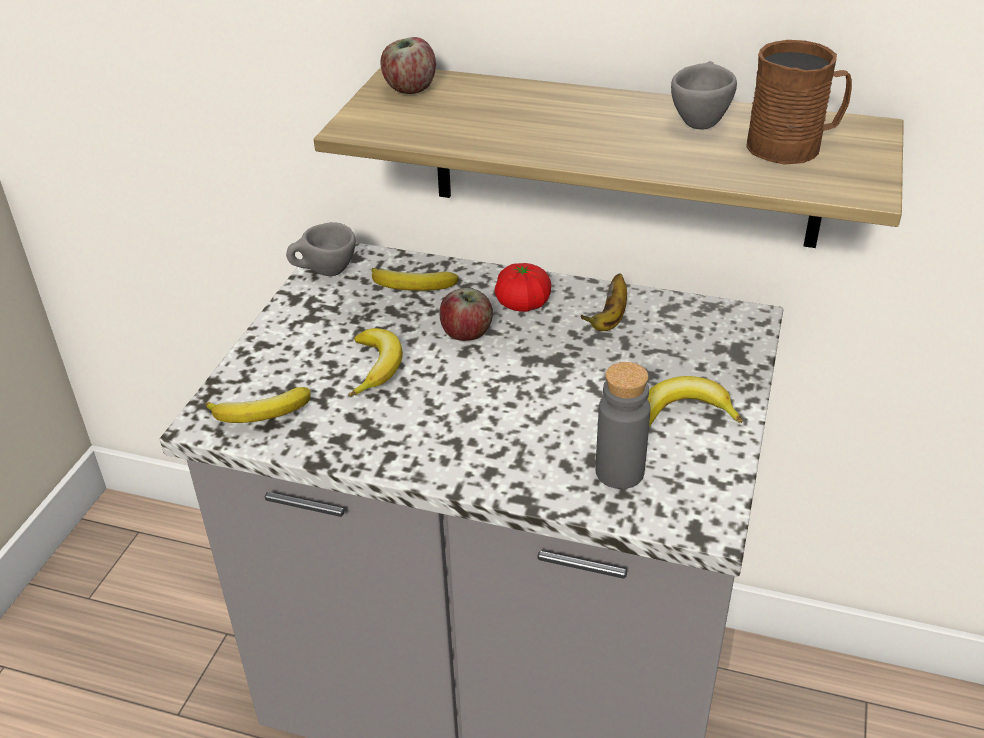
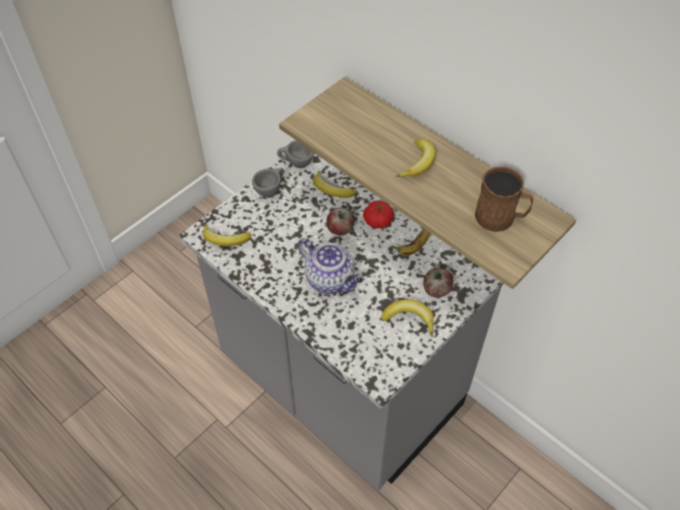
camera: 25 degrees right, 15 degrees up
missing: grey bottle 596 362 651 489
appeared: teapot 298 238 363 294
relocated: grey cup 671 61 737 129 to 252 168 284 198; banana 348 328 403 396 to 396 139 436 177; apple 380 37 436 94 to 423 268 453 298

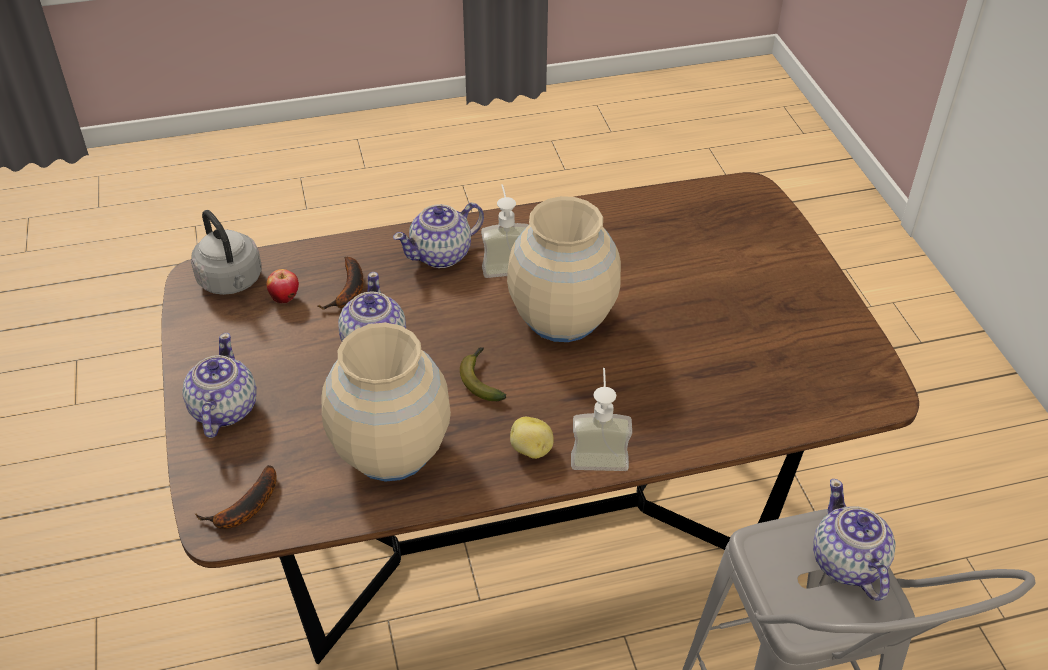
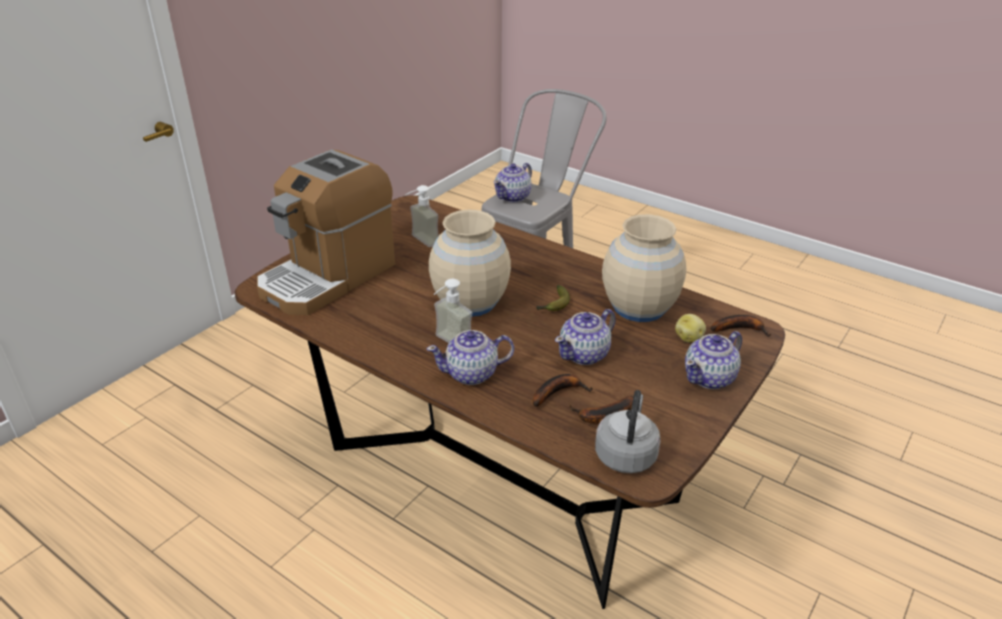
camera: 130 degrees left, 10 degrees down
appeared: coffee machine 257 149 395 315
relocated: soap dispenser 571 368 632 471 to 405 185 439 247; potato 510 417 554 459 to 675 314 706 342
exchanged: apple 267 269 299 304 to banana 570 395 633 423
spun: teapot 393 203 484 268 = 427 330 514 385 150 degrees clockwise

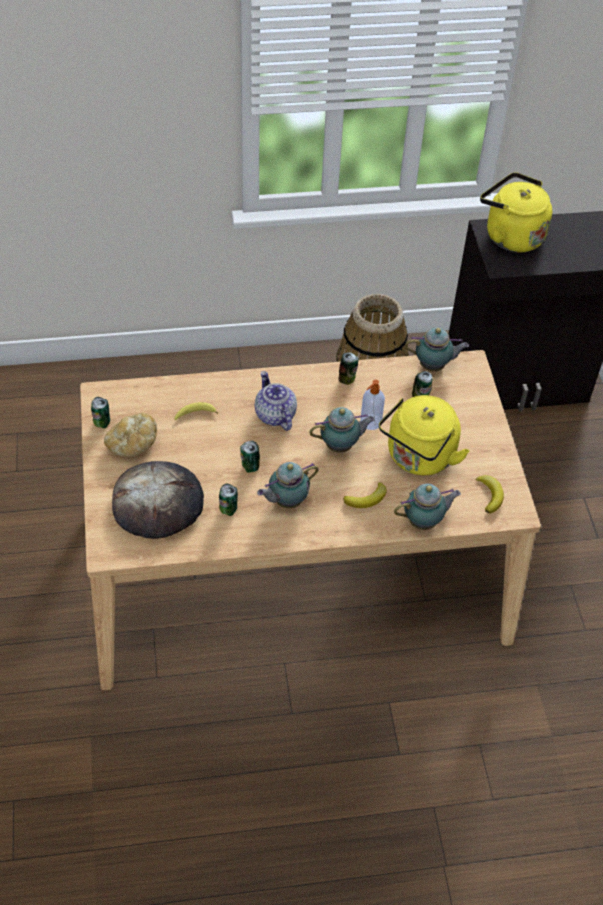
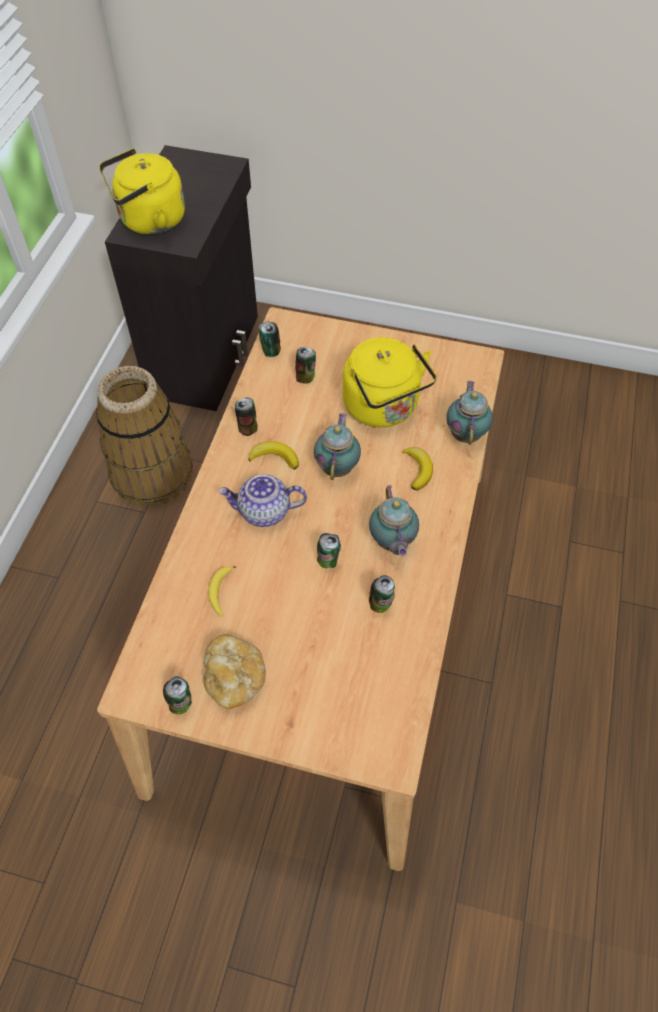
camera: 65 degrees left, 5 degrees up
missing: bread 112 461 204 539; soap dispenser 360 379 385 430
relocated: banana 475 475 504 514 to 248 441 299 470
exchanged: teapot 405 327 469 371 to can 258 321 281 357

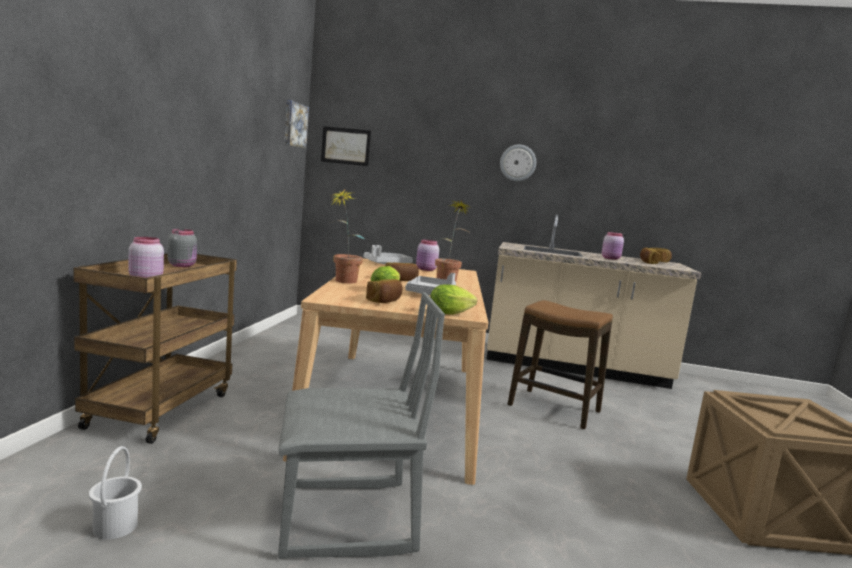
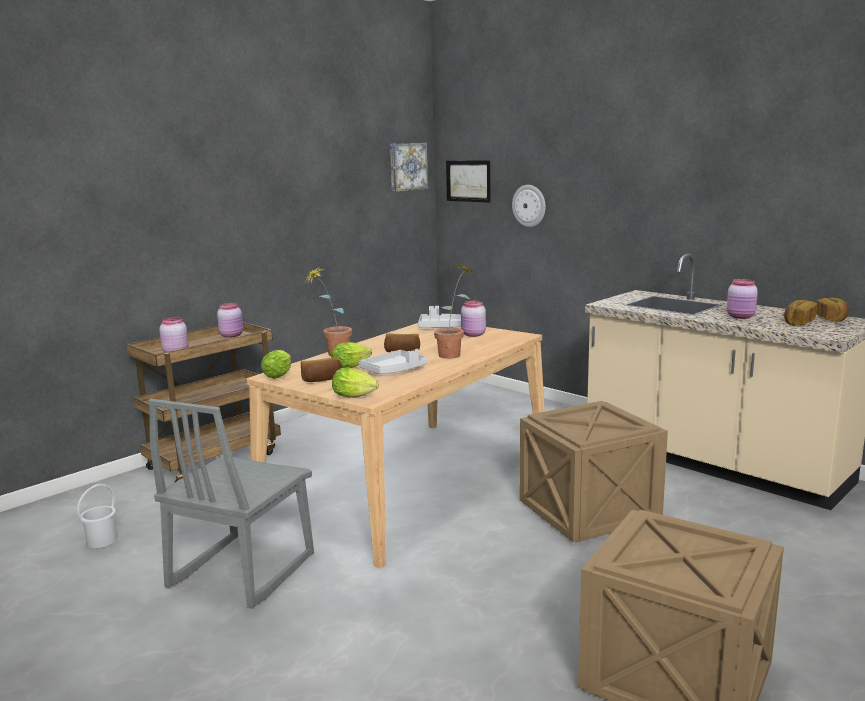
camera: 35 degrees right, 5 degrees up
appeared: lettuce 261 350 291 379
relocated: wall clock 500 145 536 181 to 512 185 546 227
exchanged: stool 508 300 613 429 to crate 520 401 668 542
colour: grey jar 168 229 197 267 to pink jar 217 303 243 338
spun: grey chair 278 292 445 559 = 148 399 314 608 90 degrees clockwise

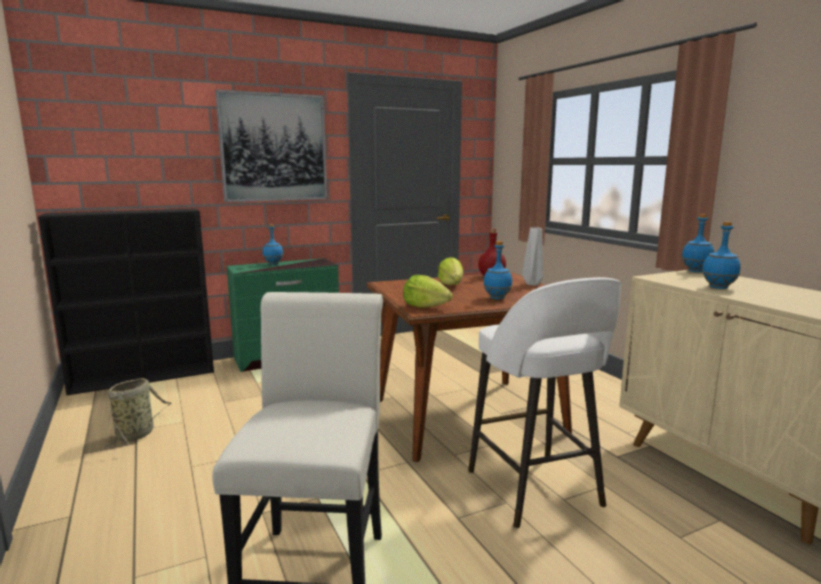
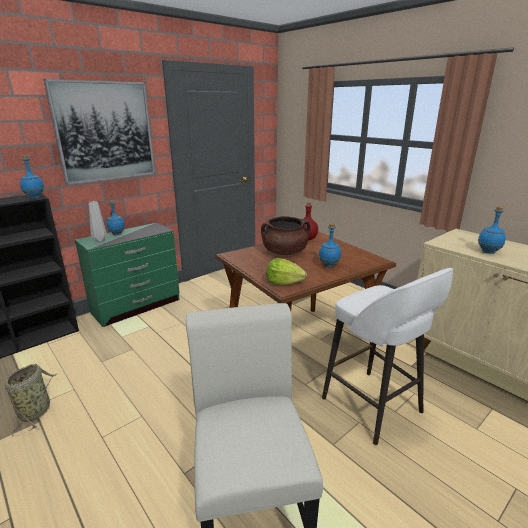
camera: 15 degrees left, 10 degrees up
relocated: blue bottle 682 214 714 272 to 20 156 45 199; grey vase 522 227 543 286 to 89 201 107 242
exchanged: lettuce 438 257 463 285 to brown cooking pot 261 216 311 255

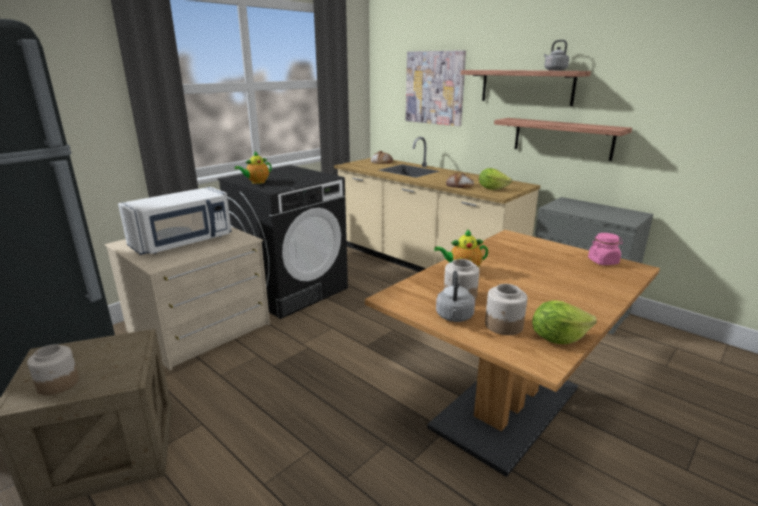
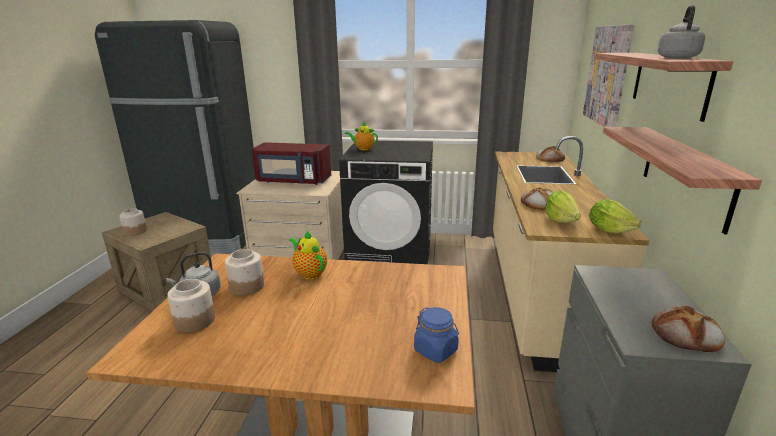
camera: 55 degrees right, 0 degrees up
appeared: bread 651 306 725 352
relocated: lettuce 532 300 597 344 to 589 199 642 233
colour: white microwave 118 187 232 255 to red microwave 252 142 331 185; pink jar 588 233 623 265 to blue jar 414 307 459 363

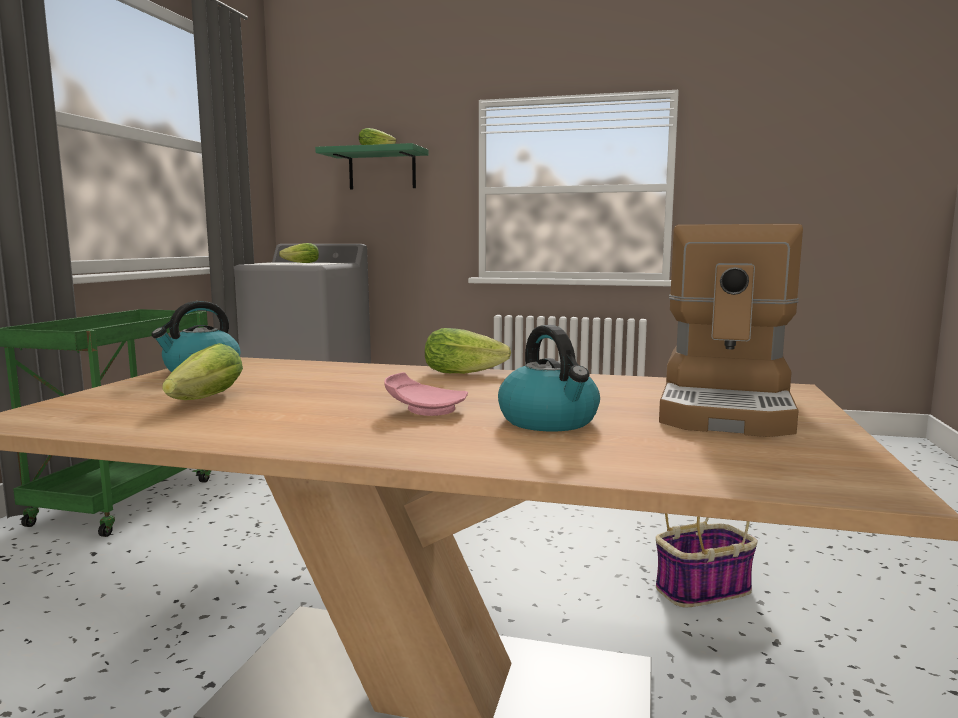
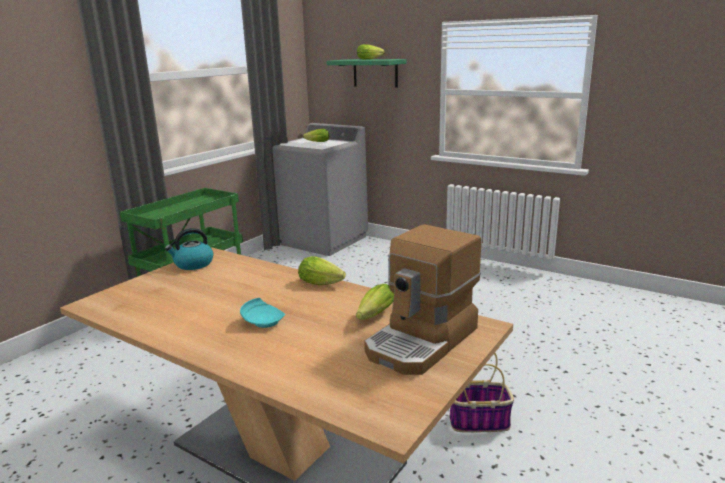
camera: 20 degrees right, 10 degrees up
missing: kettle 498 325 600 431
relocated: lettuce 162 343 243 400 to 356 284 394 320
colour: pink plate 384 372 468 416 to turquoise plate 240 298 285 328

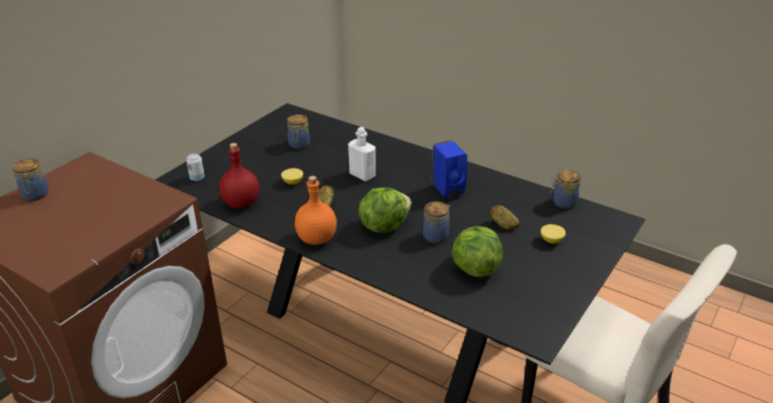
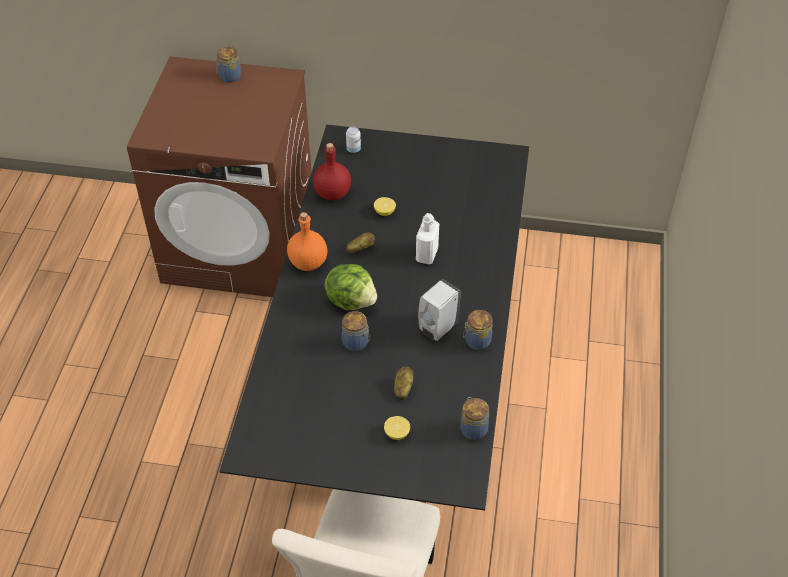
camera: 65 degrees right, 15 degrees up
missing: lettuce 452 226 503 277
relocated: jar 287 114 310 149 to 463 310 493 350
colour: blue soap dispenser 432 140 467 200 to white soap dispenser 418 279 461 341

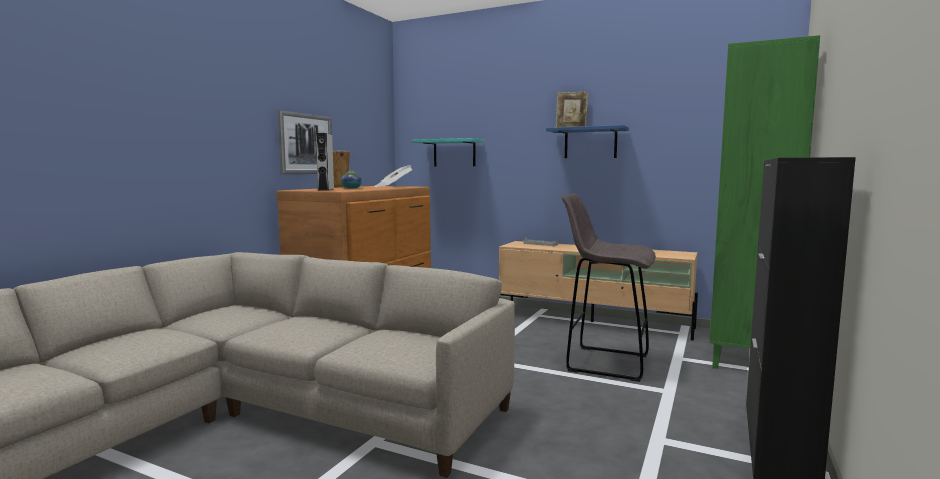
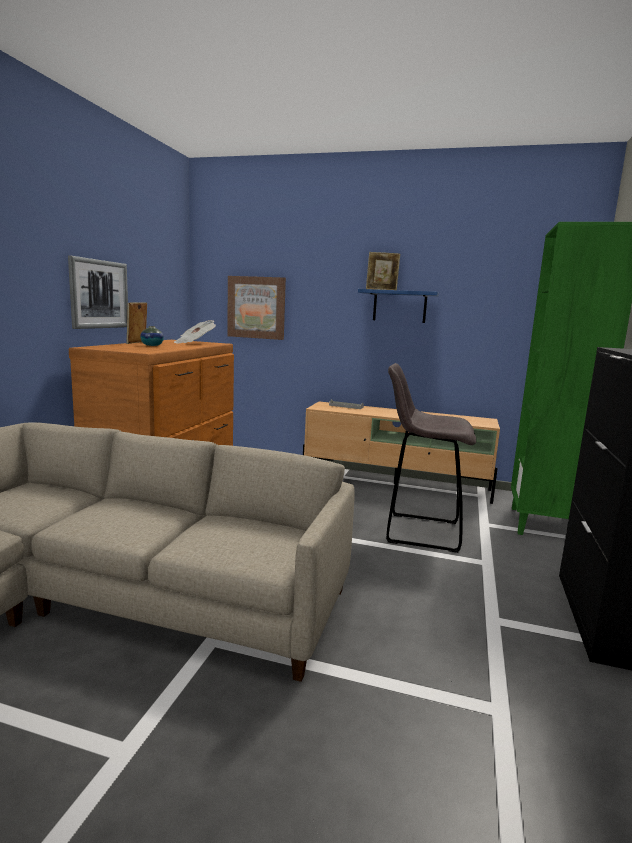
camera: 10 degrees left, 5 degrees up
missing: grey speaker 316 133 334 190
exchanged: turquoise shelf 412 138 484 166 to picture 227 276 286 340

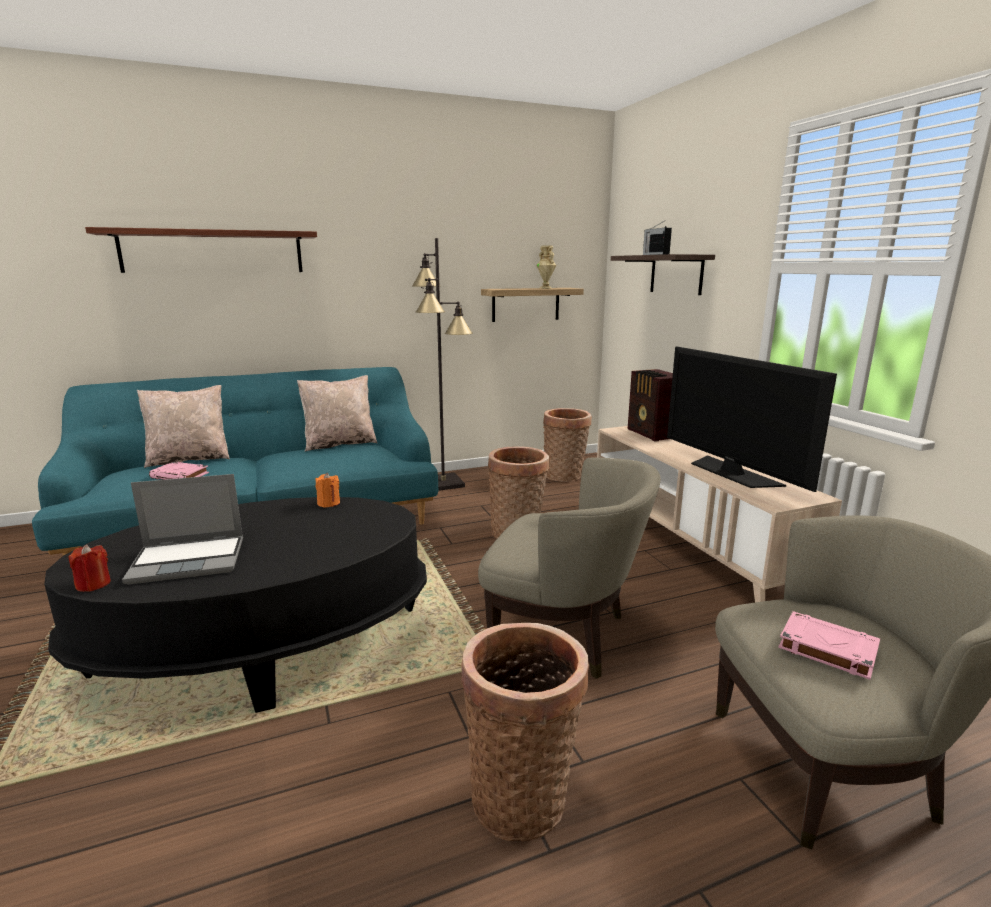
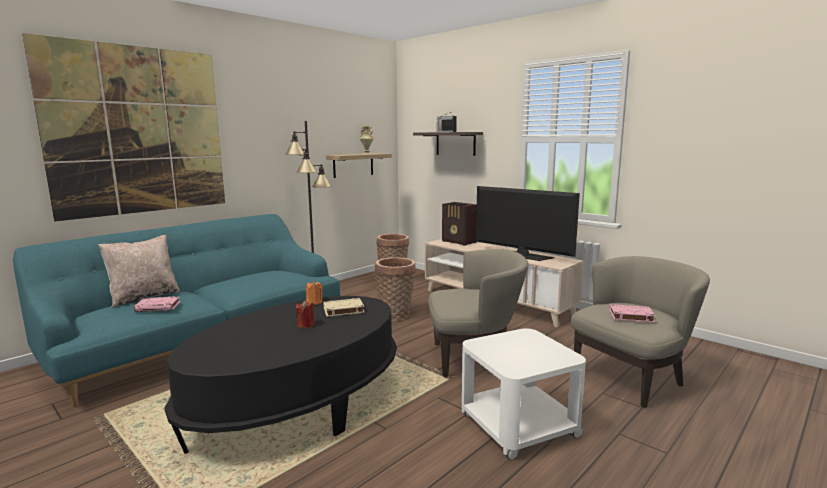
camera: 25 degrees left, 5 degrees down
missing: laptop 122 474 243 585; beige pillow 297 375 377 451
appeared: beige book 323 298 365 317
relocated: red candle 68 545 111 592 to 296 300 315 328
exchanged: shelf 85 227 317 273 to picture 22 33 225 221; basket 461 623 589 842 to white side table 462 328 586 460

